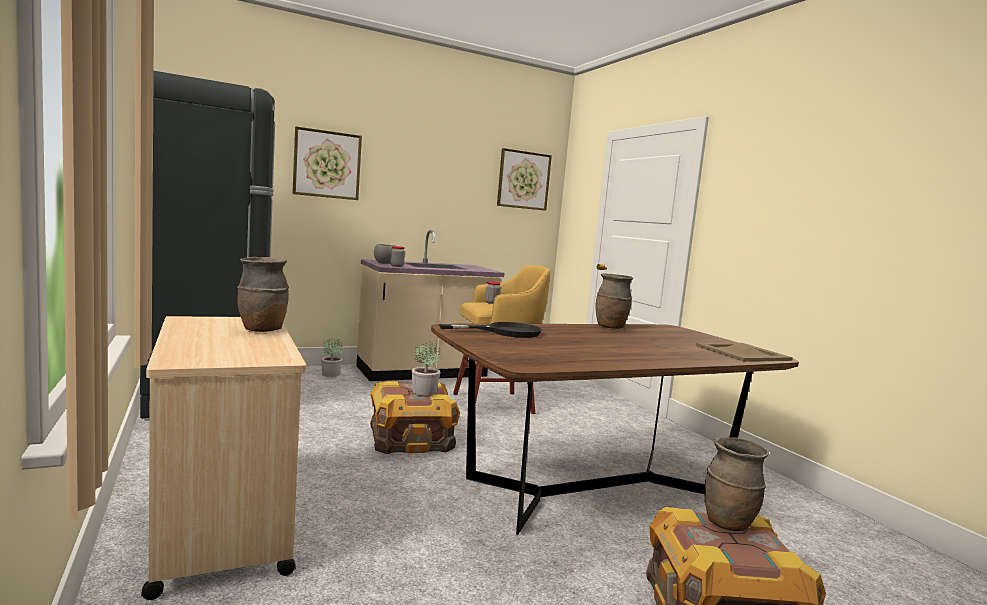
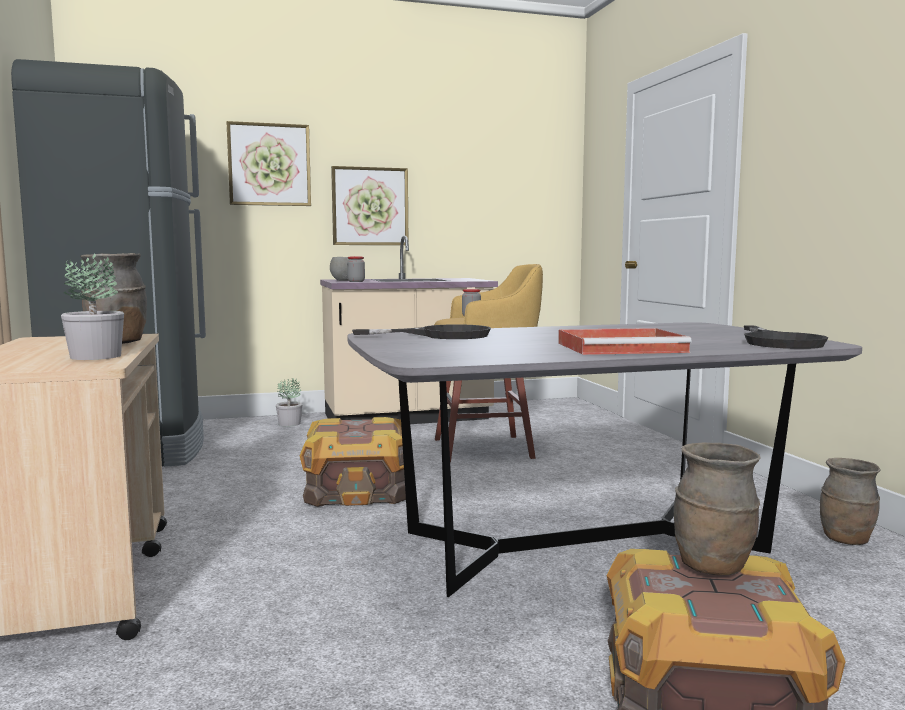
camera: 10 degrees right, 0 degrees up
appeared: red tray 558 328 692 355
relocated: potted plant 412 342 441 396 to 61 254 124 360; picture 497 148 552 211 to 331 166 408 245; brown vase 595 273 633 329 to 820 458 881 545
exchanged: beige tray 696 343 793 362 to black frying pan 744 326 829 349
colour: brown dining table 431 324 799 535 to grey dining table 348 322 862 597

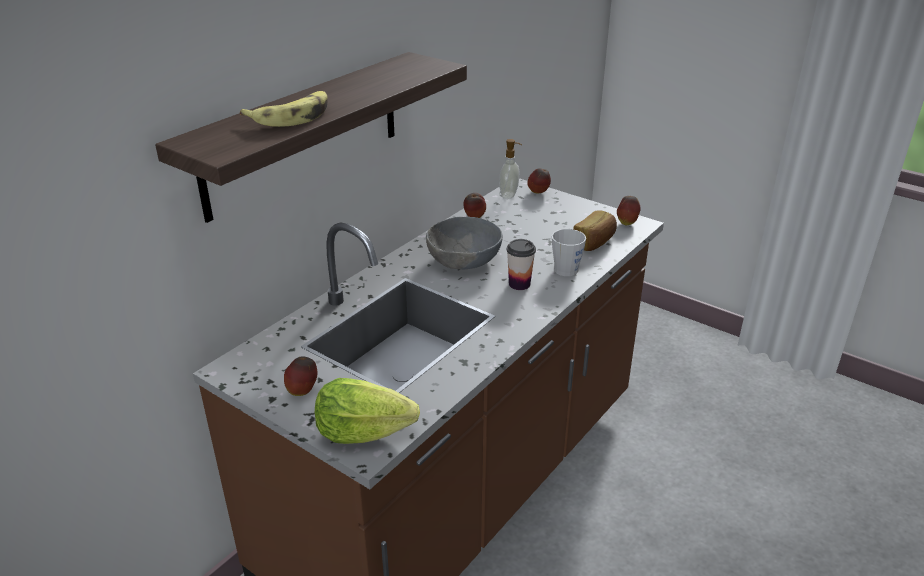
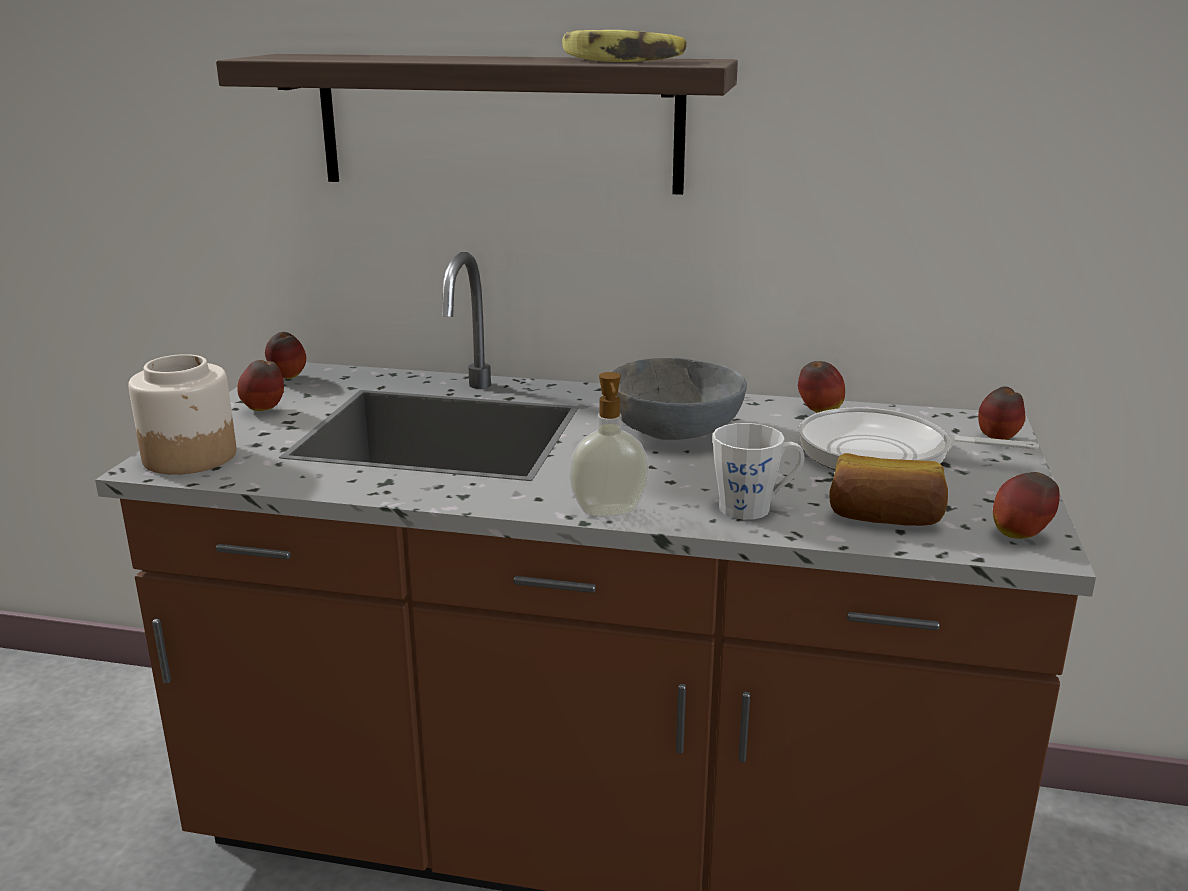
camera: 65 degrees right, 10 degrees down
missing: cup 506 239 536 290
appeared: apple 265 332 306 379; frying pan 799 408 1039 470
relocated: banana 240 91 328 127 to 562 30 687 62; soap dispenser 499 139 522 199 to 569 372 649 517
exchanged: lettuce 315 378 420 444 to jar 128 354 236 475

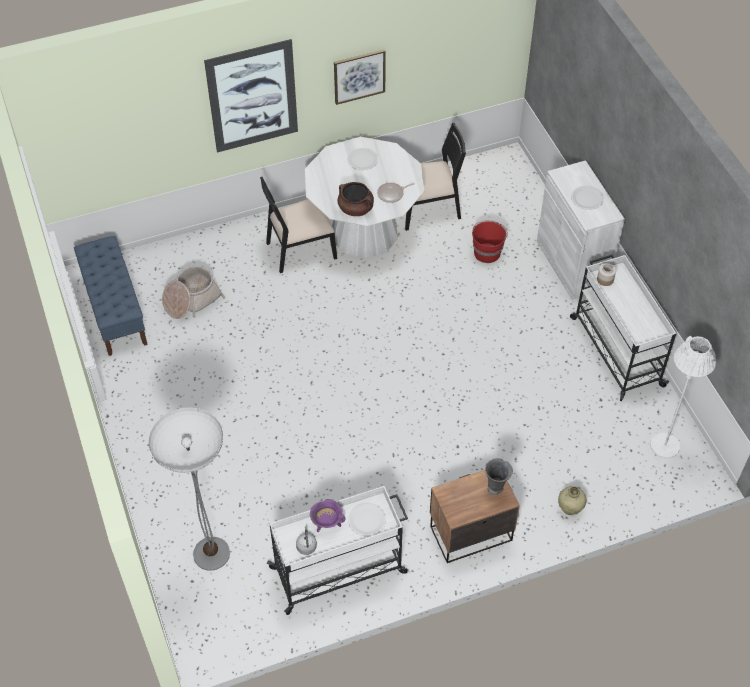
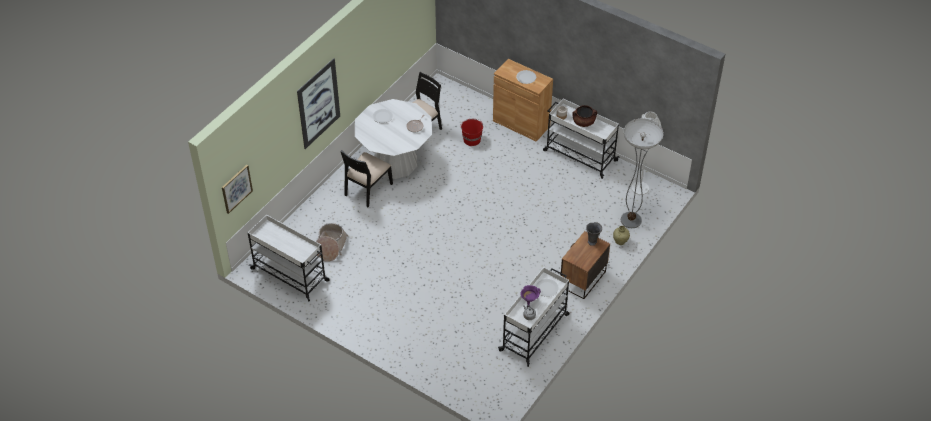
camera: 35 degrees left, 5 degrees down
relocated: picture 334 49 386 105 to 222 165 253 214; brown cooking pot 338 182 374 216 to 572 105 597 127; floor lamp 148 407 230 571 to 621 118 664 228
exchanged: blue bench 74 236 148 356 to white cart 248 215 330 301
colour: white cabinet 537 160 625 299 to brown cabinet 493 59 553 142

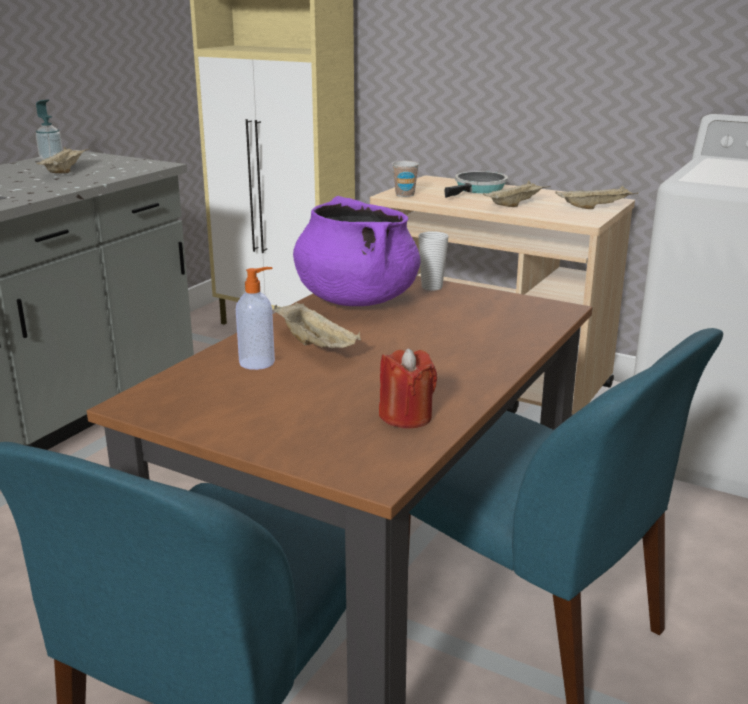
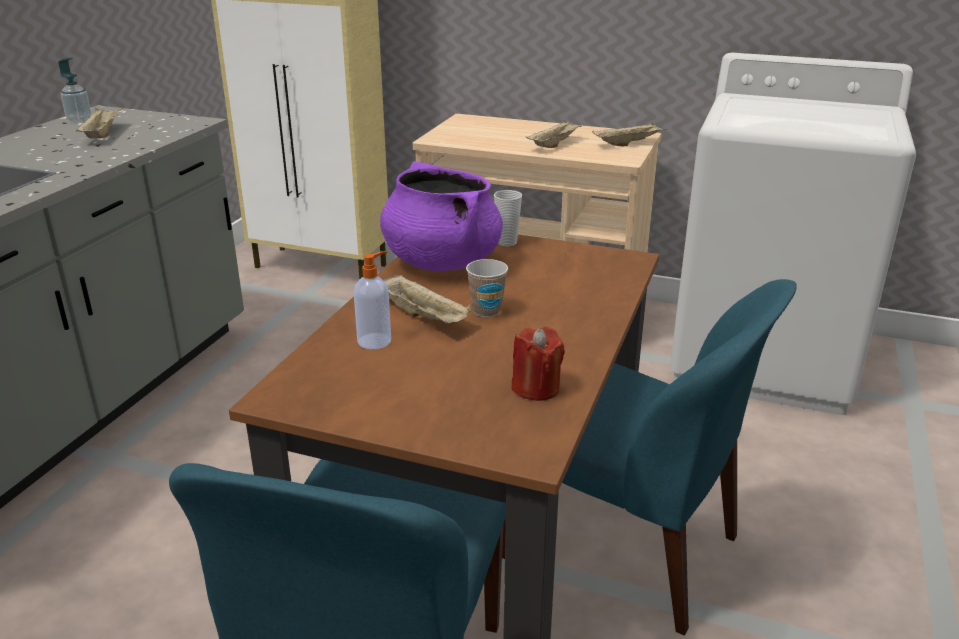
camera: 10 degrees left, 5 degrees up
missing: frying pan 444 171 508 198
relocated: cup 392 161 419 197 to 466 259 508 317

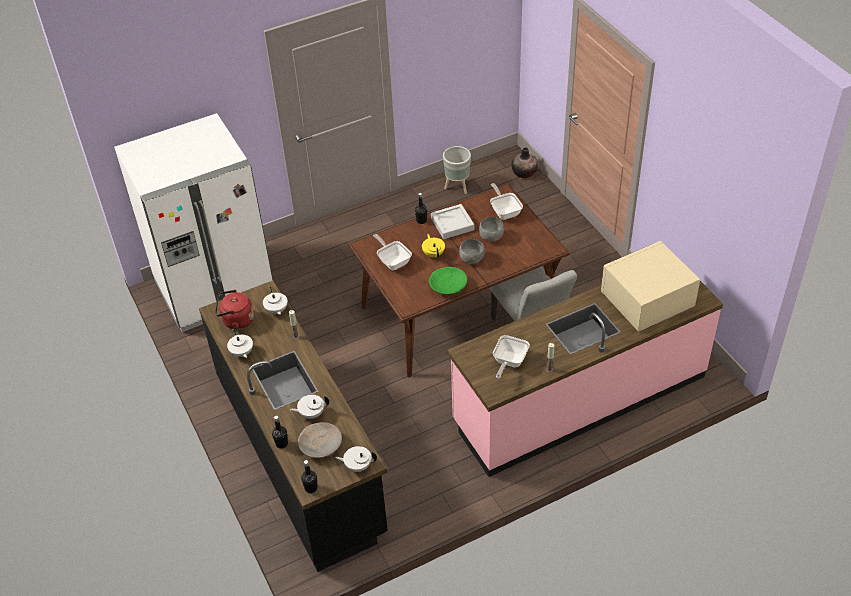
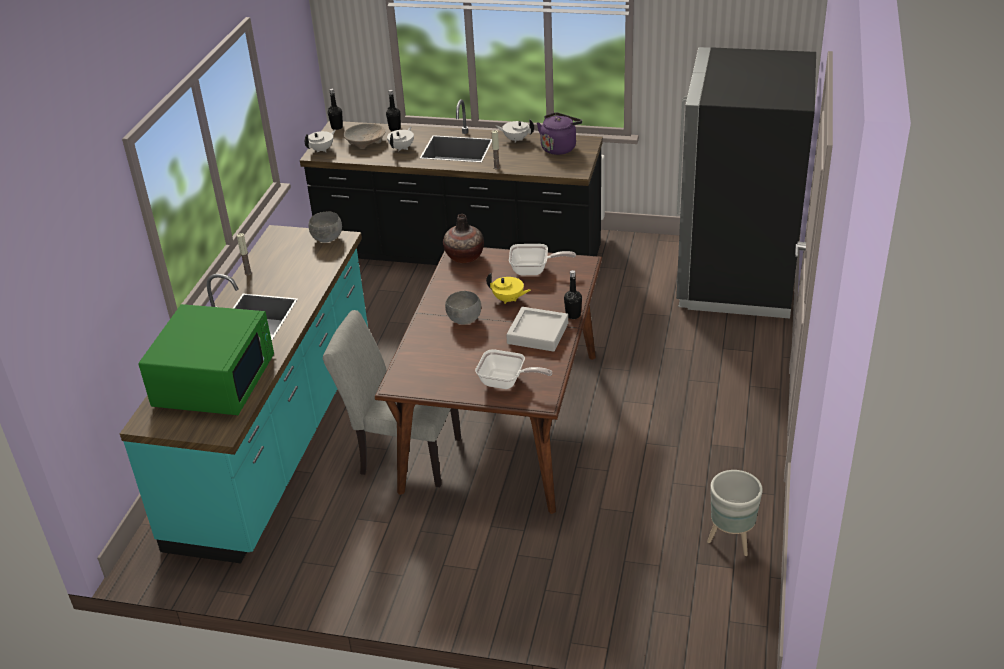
camera: 130 degrees right, 10 degrees down
missing: white teapot 263 286 288 315; green bowl 429 267 467 295; frying pan 493 335 530 379
relocated: grey bowl 479 217 504 242 to 309 211 342 242; vase 511 148 538 178 to 443 214 484 263
colour: pink counter 447 281 723 477 to turquoise counter 120 225 368 564; beige microwave 601 241 700 332 to green microwave 138 304 274 415; red kettle 215 290 254 330 to purple kettle 537 112 582 155; white fridge 114 113 273 332 to black fridge 676 47 816 319

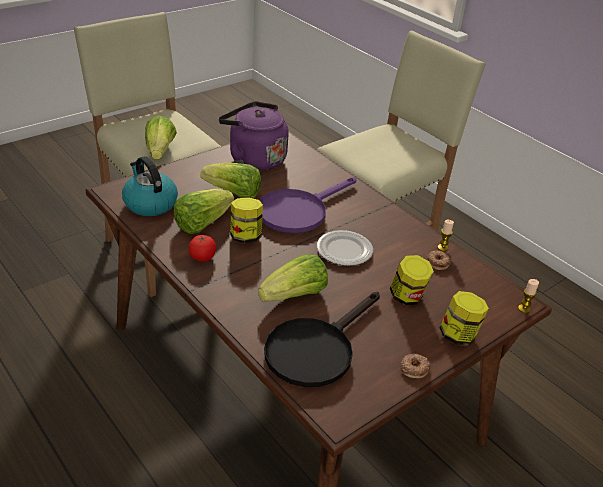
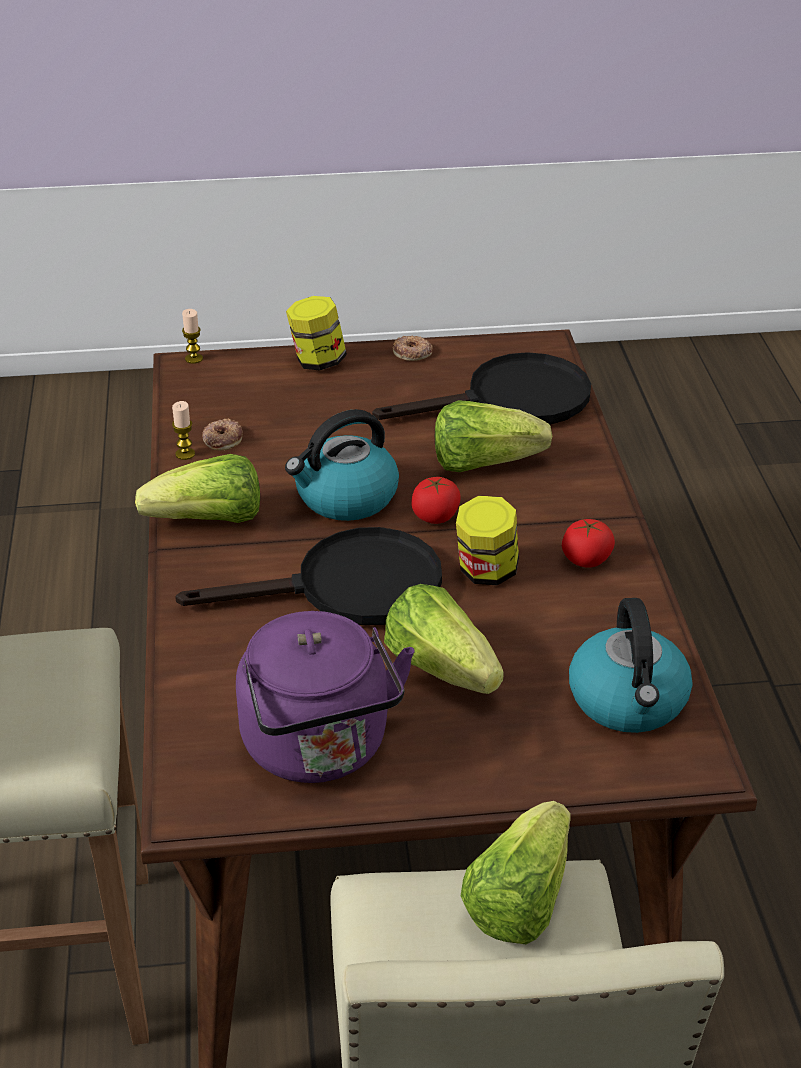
camera: 145 degrees left, 0 degrees up
missing: jar 390 255 434 305
appeared: tomato 411 477 461 524
relocated: lettuce 174 189 234 234 to 135 454 260 523
exchanged: plate 317 230 373 266 to kettle 285 409 399 521
colour: purple frying pan 260 177 356 233 to black frying pan 175 527 442 625

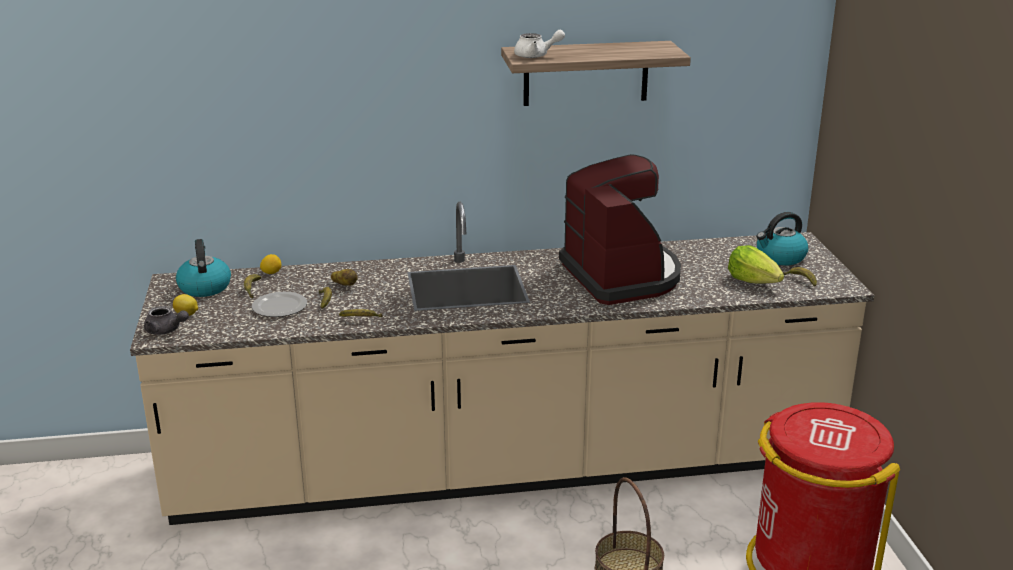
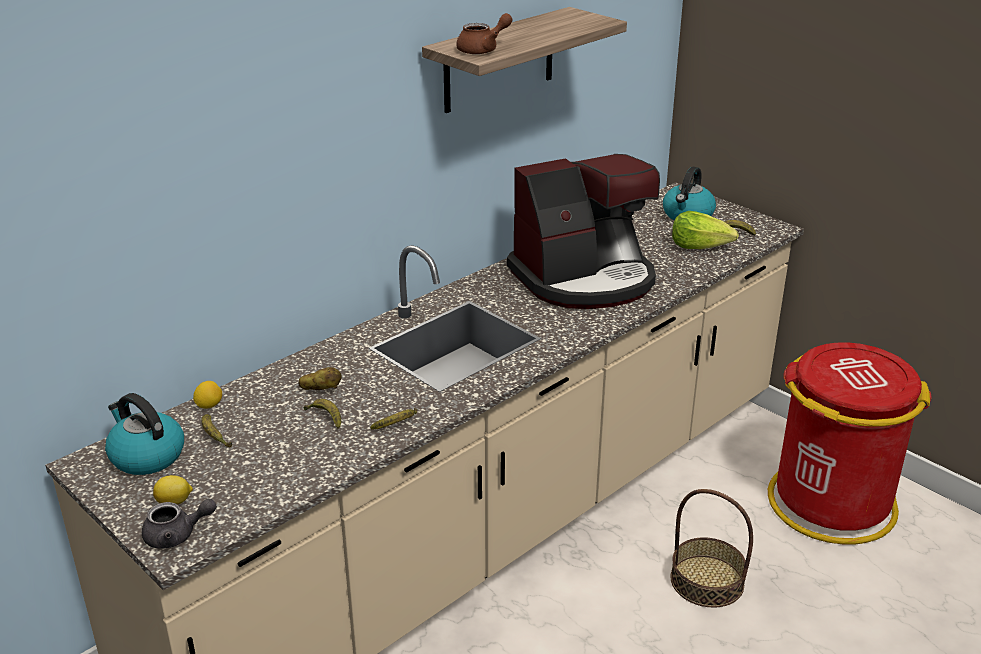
camera: 35 degrees left, 5 degrees up
missing: plate 252 292 307 317
colour: white teapot 514 30 565 58 to brown teapot 456 13 513 54
spun: coffee machine 559 154 681 305 = 507 154 660 309 120 degrees clockwise

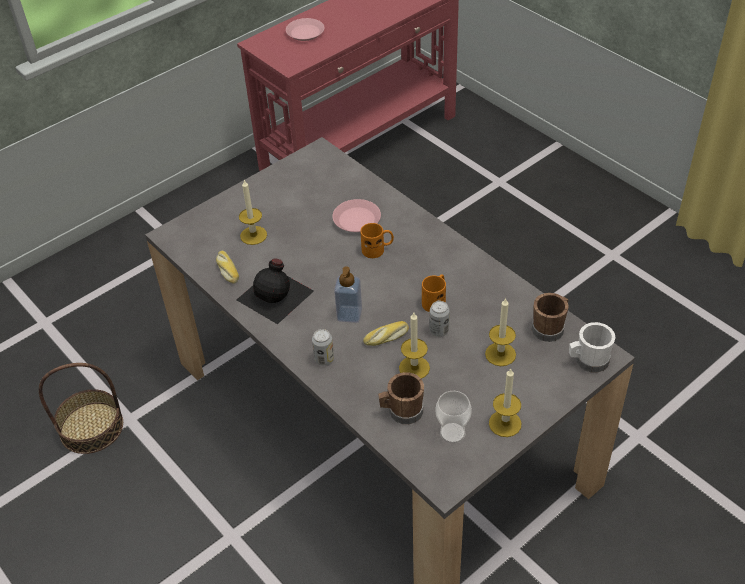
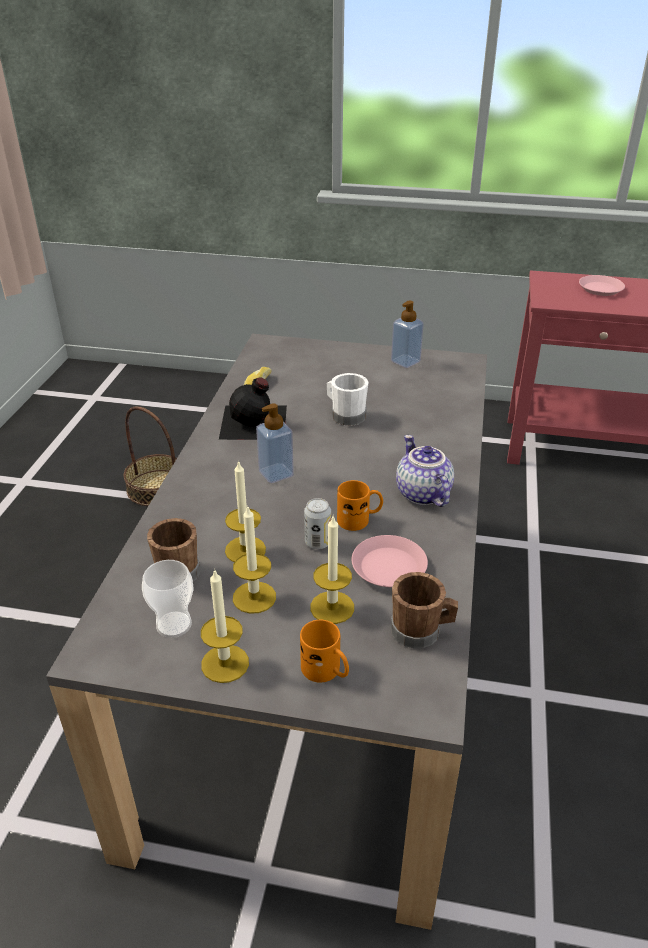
camera: 50 degrees right, 10 degrees down
missing: can 312 329 334 366; bread 363 321 409 346
appeared: soap dispenser 391 301 424 368; teapot 396 435 454 507
relocated: candle 239 180 267 245 to 233 505 276 614; orange mug 360 223 394 258 to 300 620 349 682; white mug 569 322 616 373 to 327 373 369 426; pink plate 332 199 381 232 to 352 535 428 587

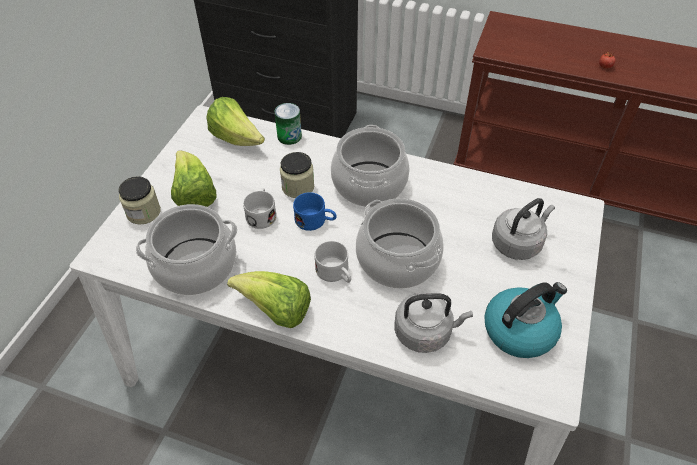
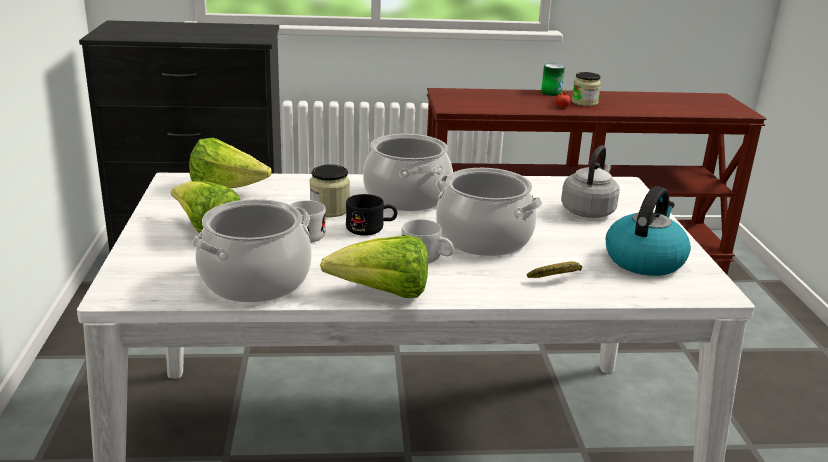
camera: 25 degrees left, 25 degrees down
relocated: can 274 103 302 145 to 541 64 565 96; jar 118 176 161 225 to 572 72 601 106
exchanged: grey kettle 394 293 473 353 to banana 527 261 582 278
colour: blue mug 293 192 337 231 to black mug 346 194 397 236

